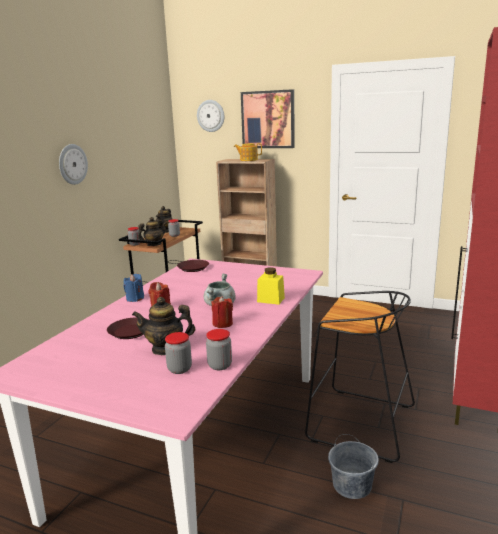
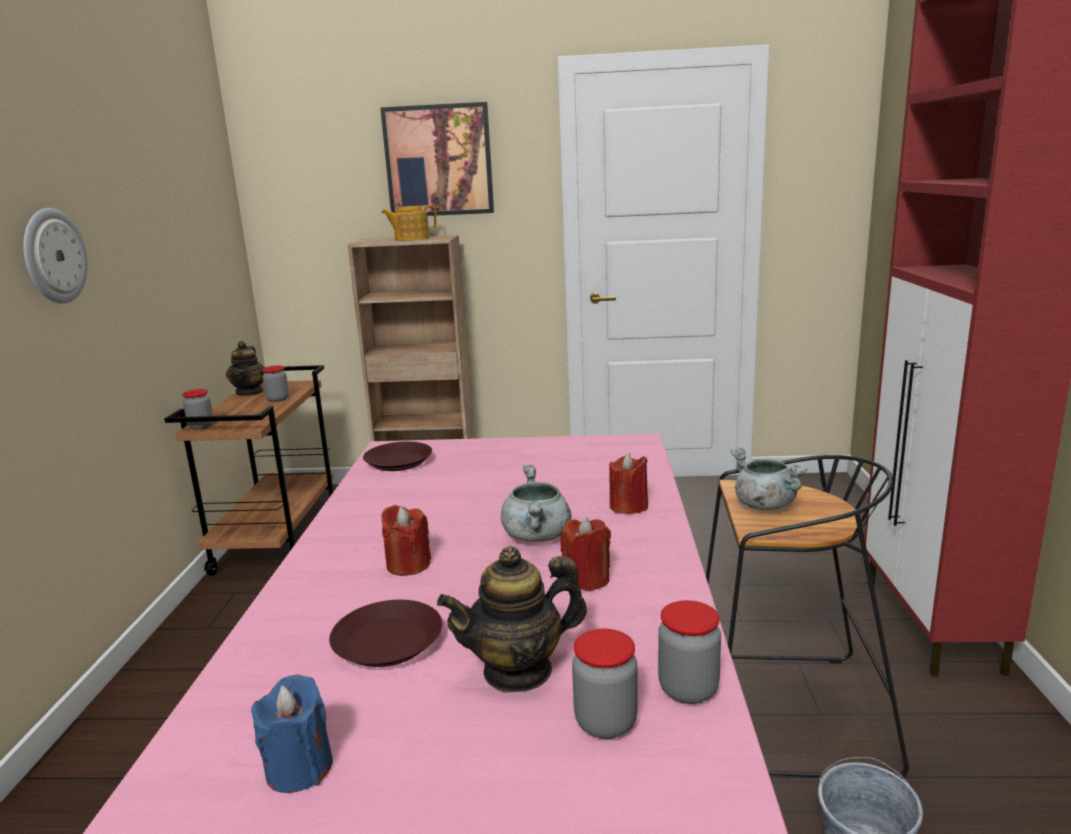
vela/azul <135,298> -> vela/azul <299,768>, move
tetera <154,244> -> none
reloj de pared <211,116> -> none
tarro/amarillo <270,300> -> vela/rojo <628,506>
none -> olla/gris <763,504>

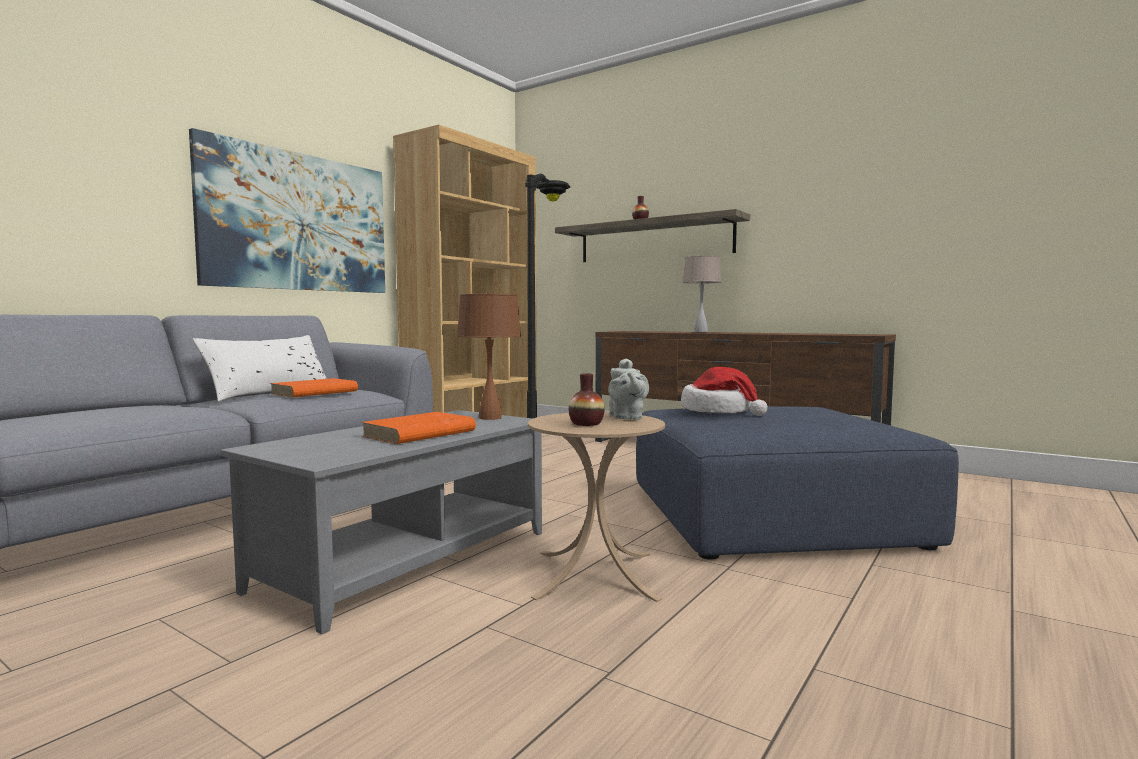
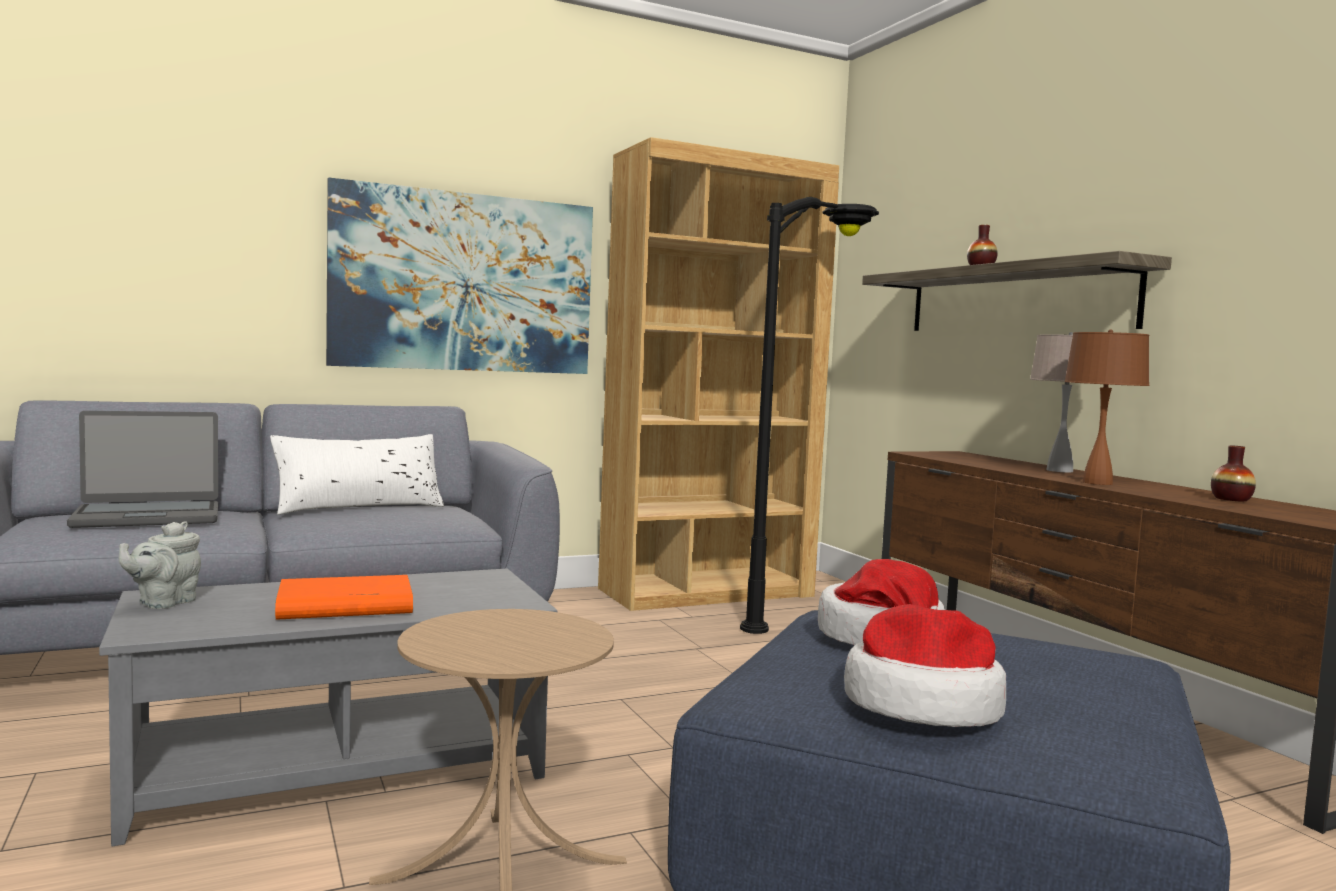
libro/naranja <314,392> -> none
lámpara de mesa/marrón <489,418> -> lámpara de mesa/marrón <1096,483>, move
florero <586,424> -> florero <1231,499>, move
tetera/gris <626,417> -> tetera/gris <163,603>, move
none -> portátil <148,517>
none -> sombrero <922,705>

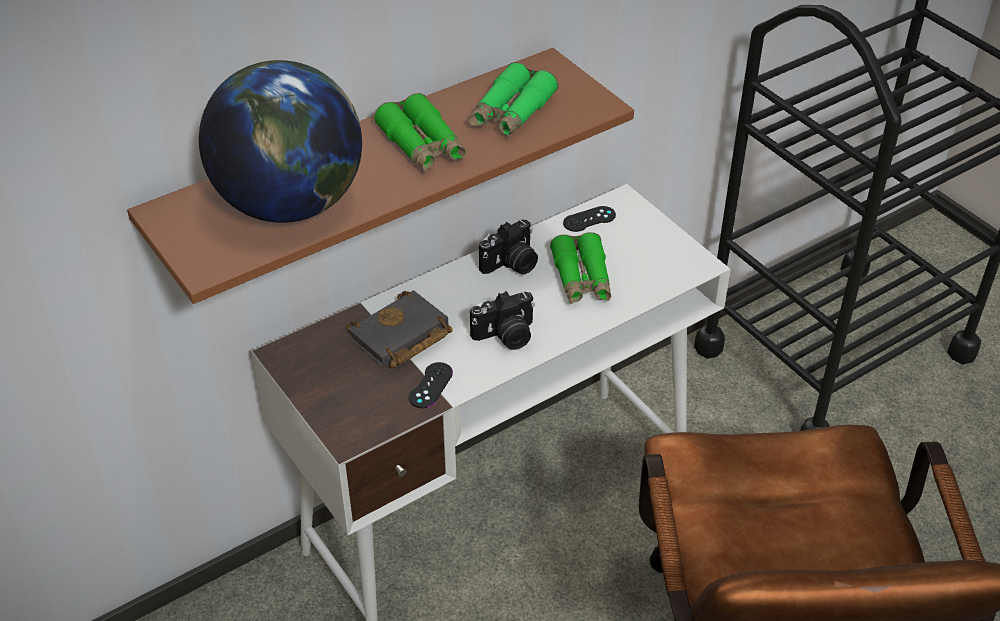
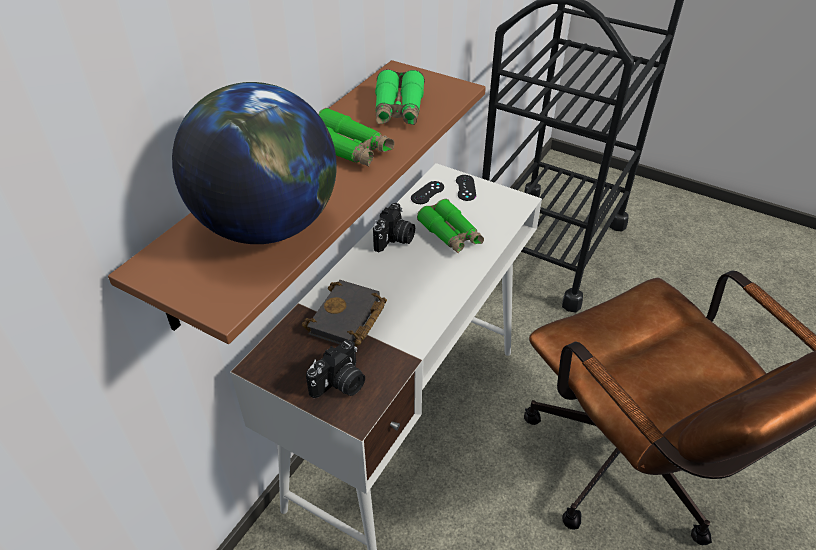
mando de consola/negro <430,385> -> mando de consola/negro <465,188>, move
cámara <506,336> -> cámara <340,384>, move

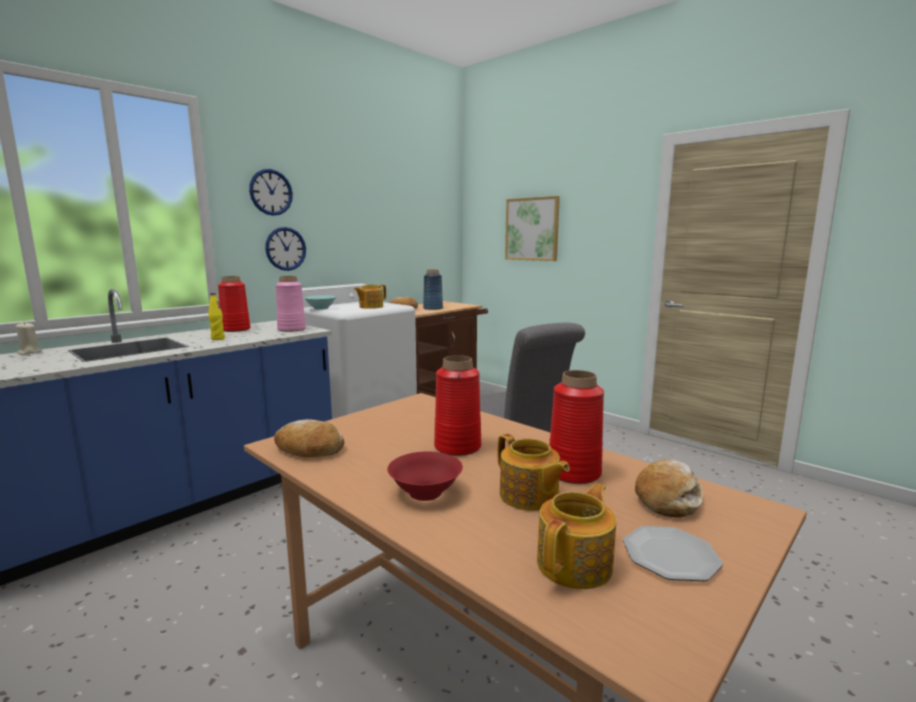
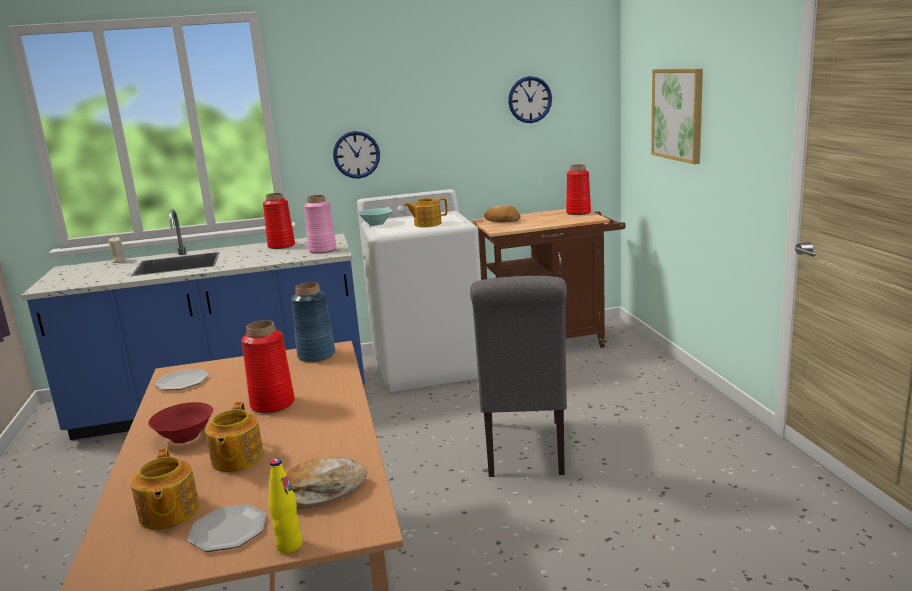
botella/amarillo <218,339> -> botella/amarillo <289,545>, move
reloj de pared <271,192> -> reloj de pared <530,99>, move
pan <309,449> -> plato <181,382>
florero/azul <433,308> -> florero/azul <316,355>, move
tetera <576,564> -> tetera <168,513>, 90 degrees clockwise
florero/rojo <574,473> -> florero/rojo <578,213>, move

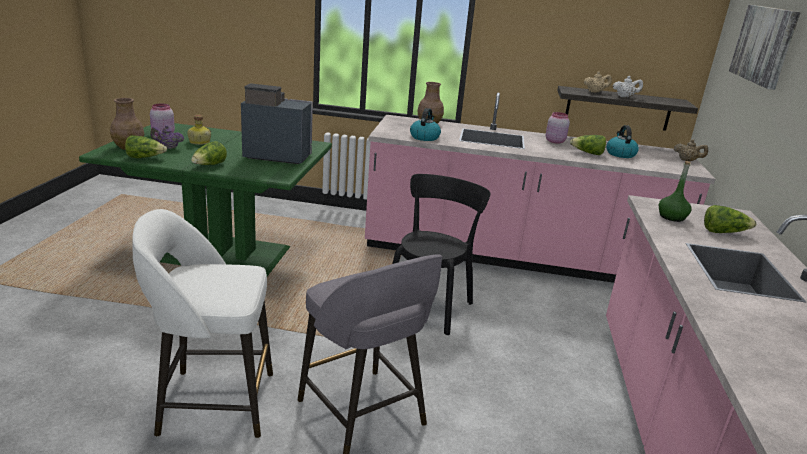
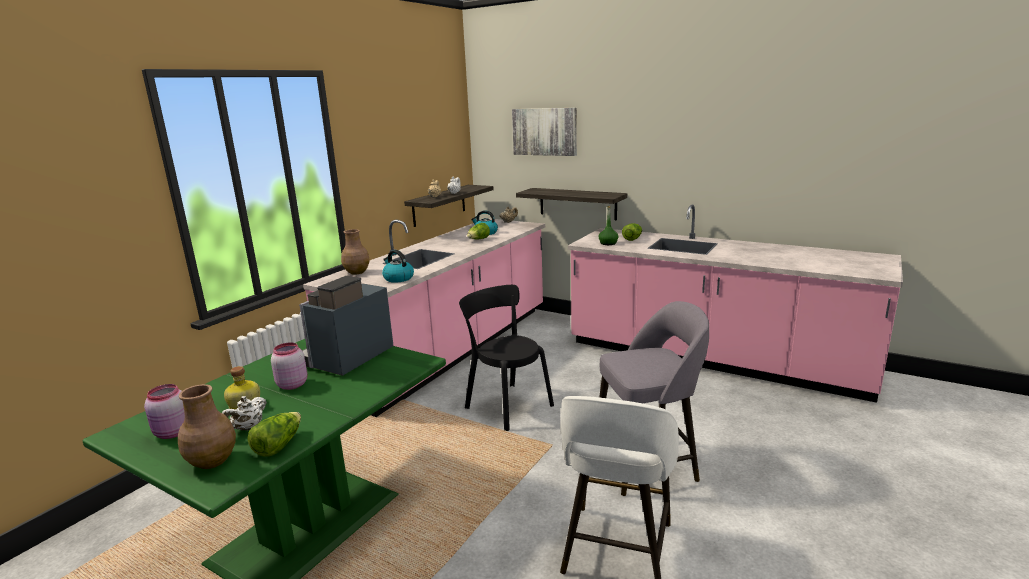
tetera/morado <167,148> -> tetera/blanco <248,428>
lechuga <209,165> -> none
tarro/rosa <554,141> -> tarro/rosa <291,384>, move
none -> estante <577,203>

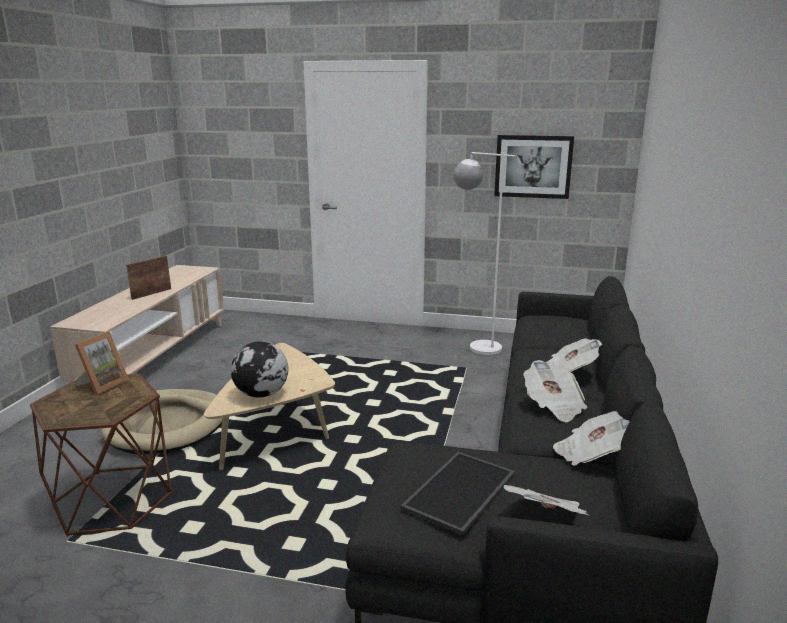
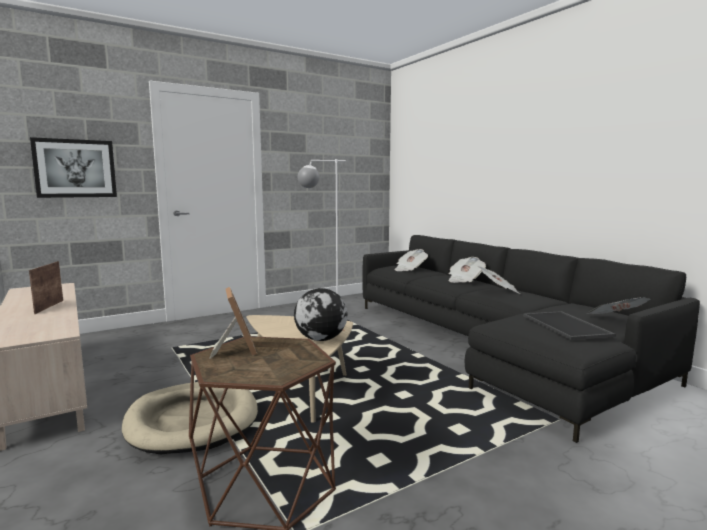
cuadro <533,166> -> cuadro <75,168>, move
periódico <591,454> -> periódico <410,269>, move

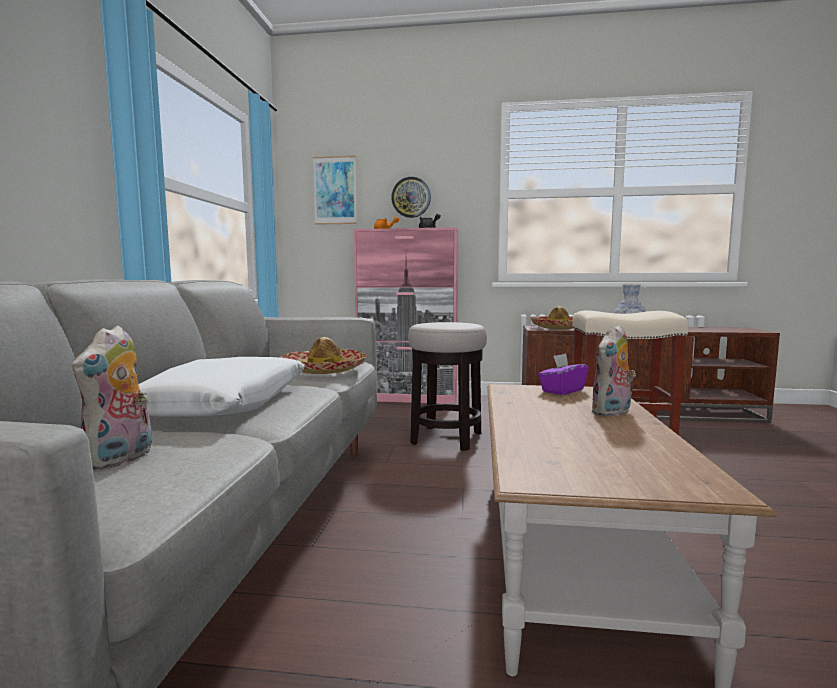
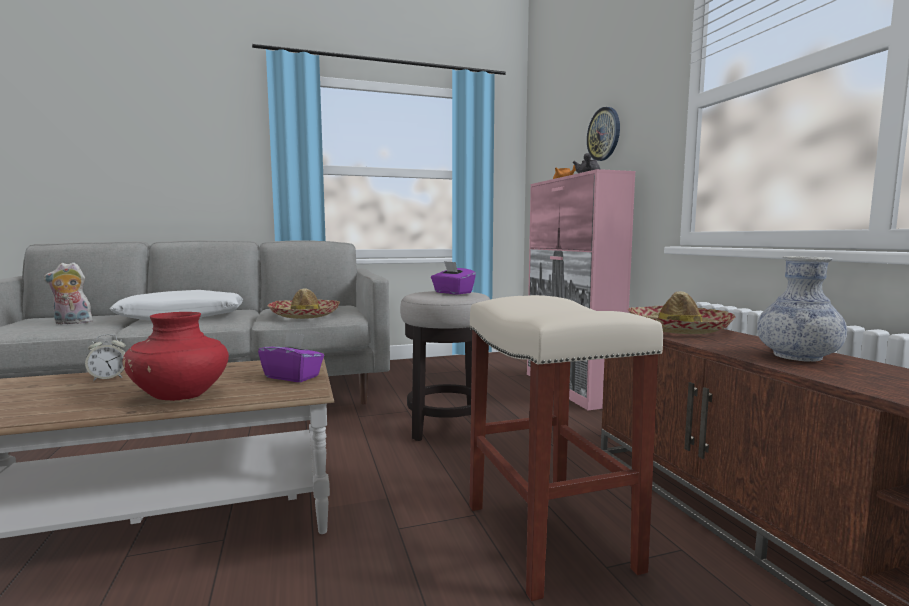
cuadro <335,190> -> none
peluche <612,413> -> florero/rojo <181,396>
none -> despertador <109,378>
none -> caja de pañuelos/morado <452,293>

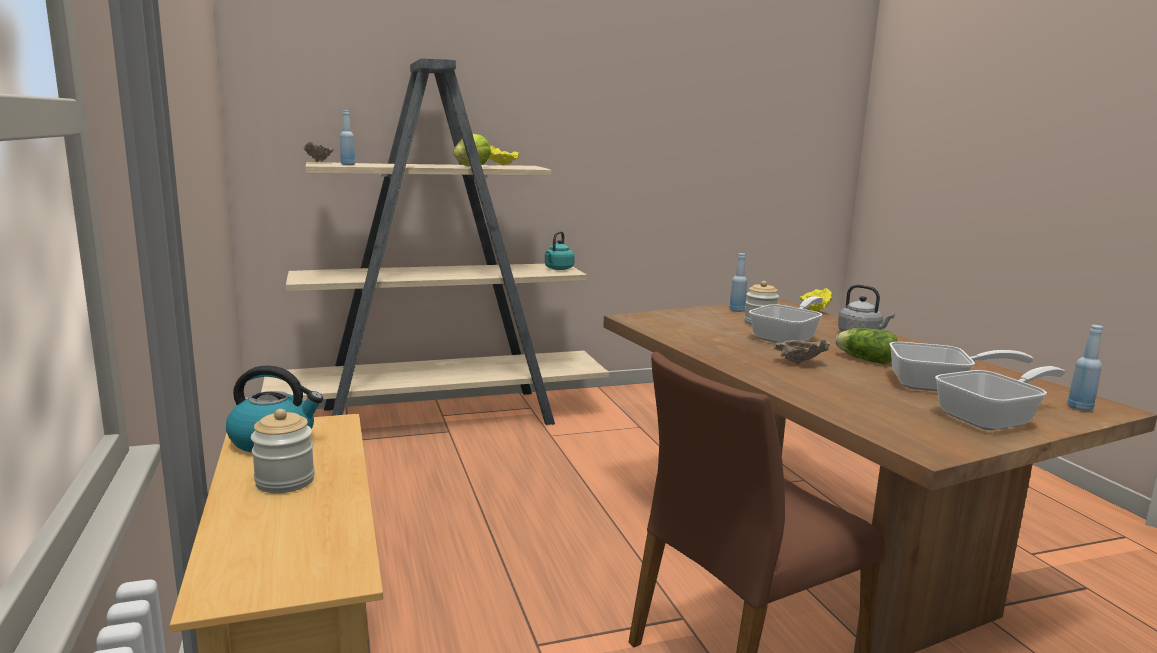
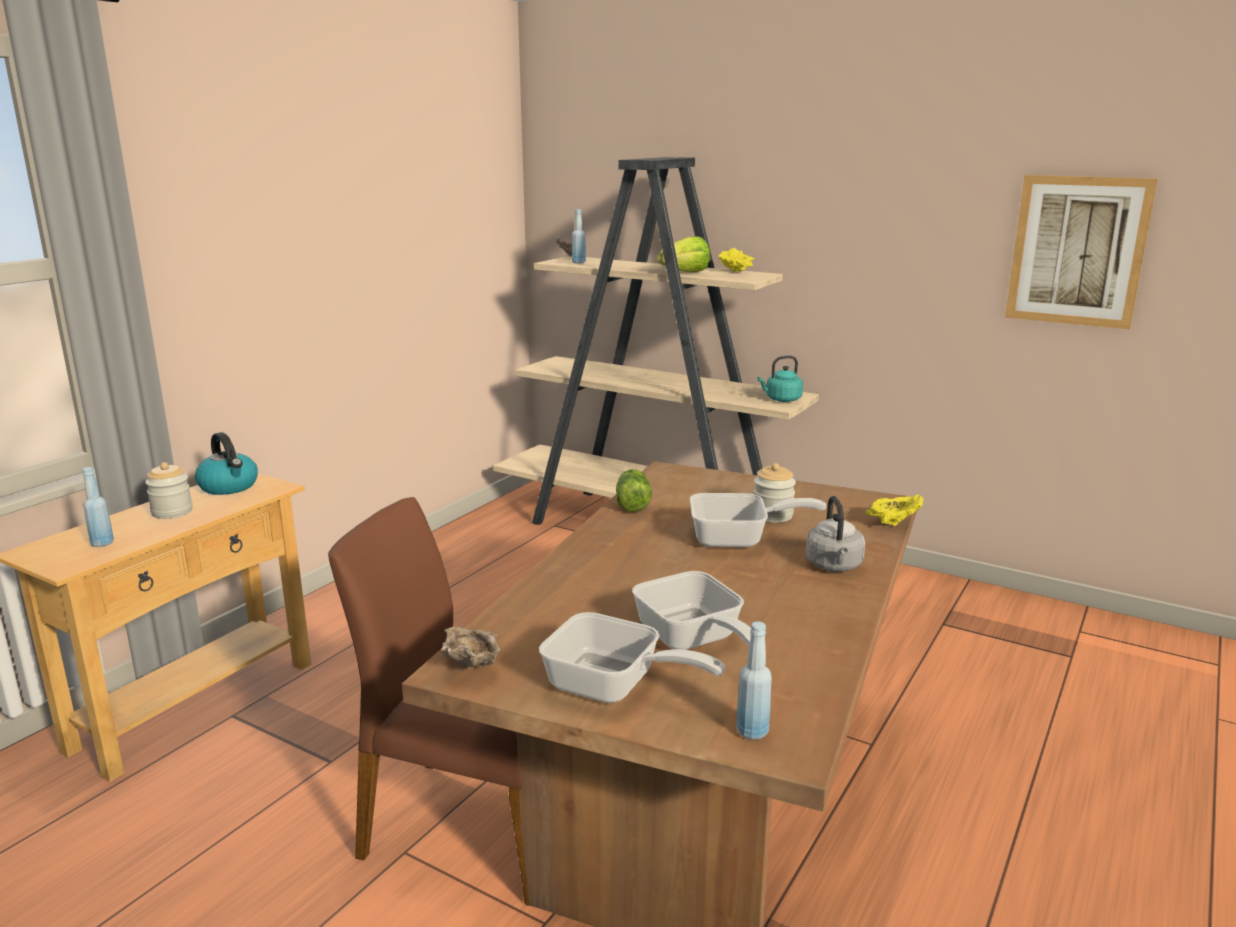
botella/azul <737,310> -> botella/azul <102,543>, move
cuenco/beis <799,363> -> cuenco/beis <471,667>, move
lechuga <863,359> -> lechuga <633,503>, move
none -> cuadro <1077,251>

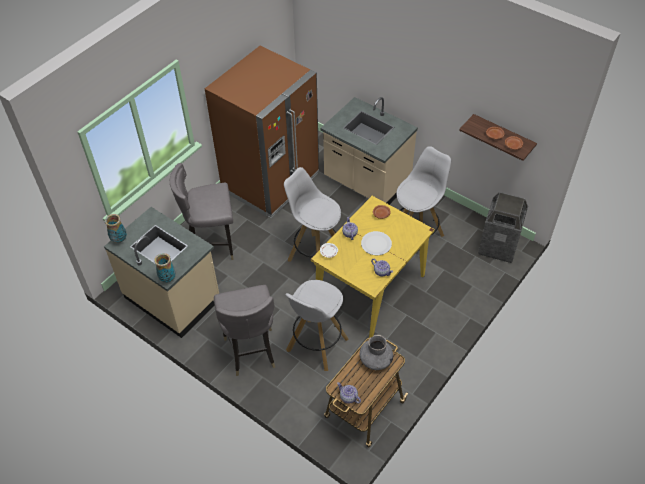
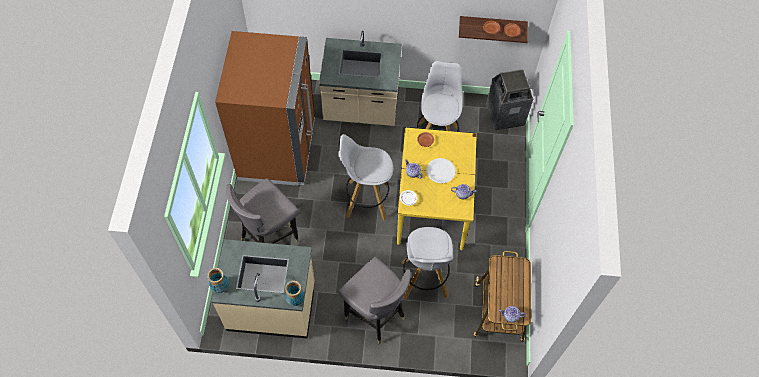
florero/gris <375,360> -> none

